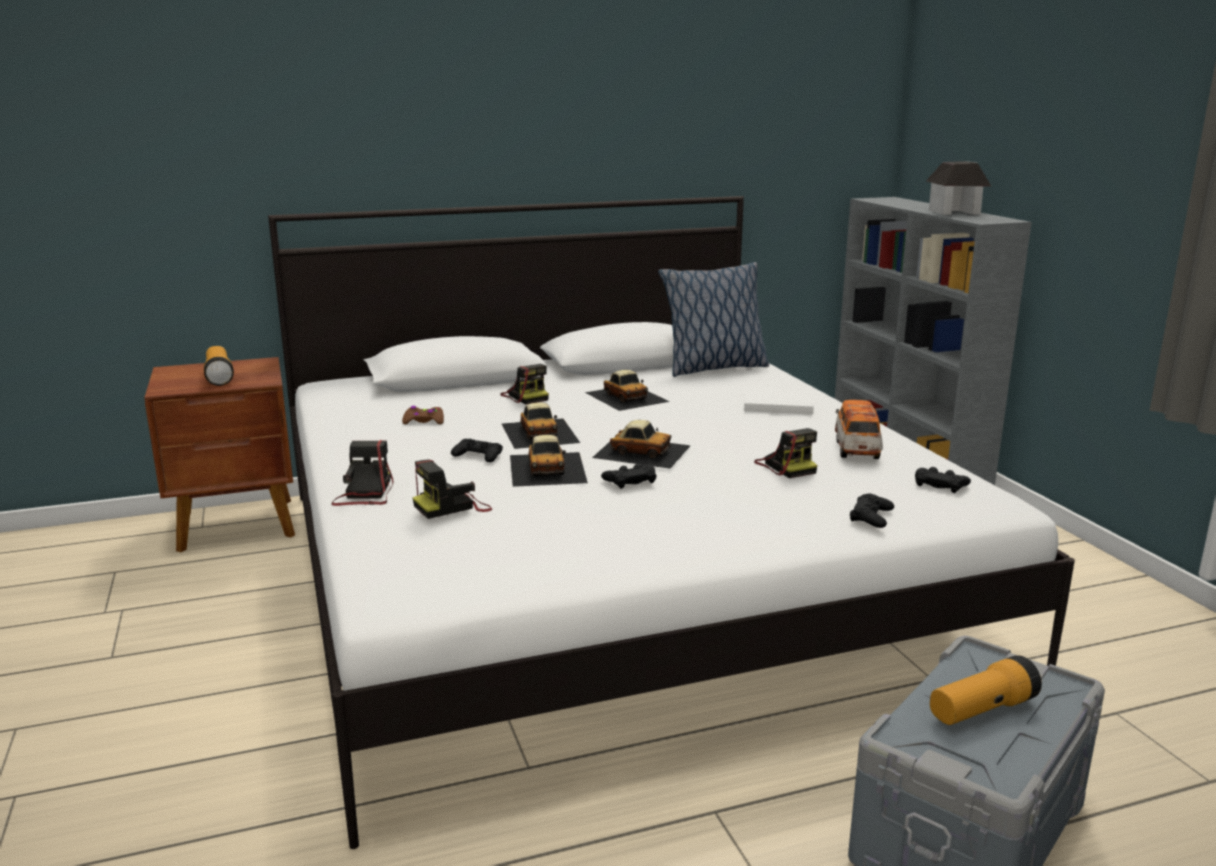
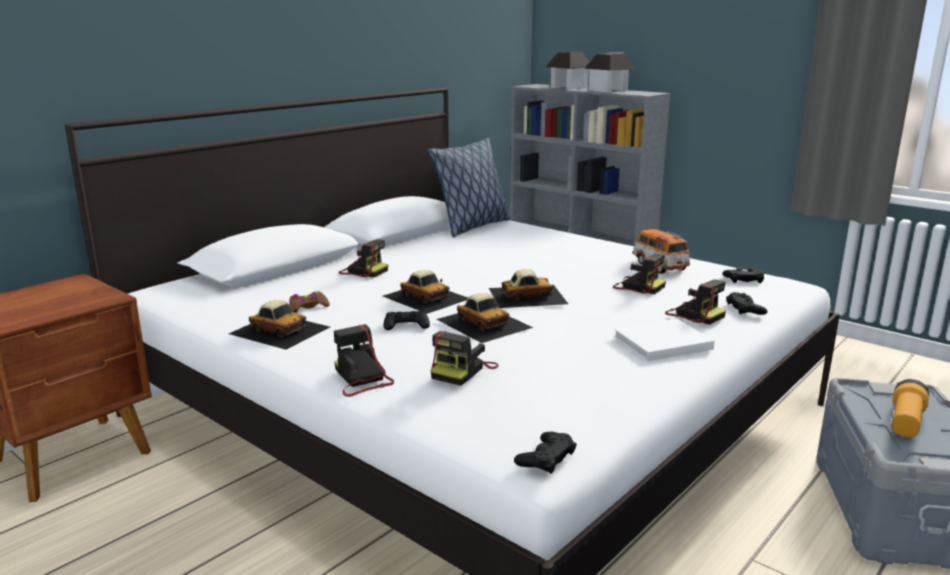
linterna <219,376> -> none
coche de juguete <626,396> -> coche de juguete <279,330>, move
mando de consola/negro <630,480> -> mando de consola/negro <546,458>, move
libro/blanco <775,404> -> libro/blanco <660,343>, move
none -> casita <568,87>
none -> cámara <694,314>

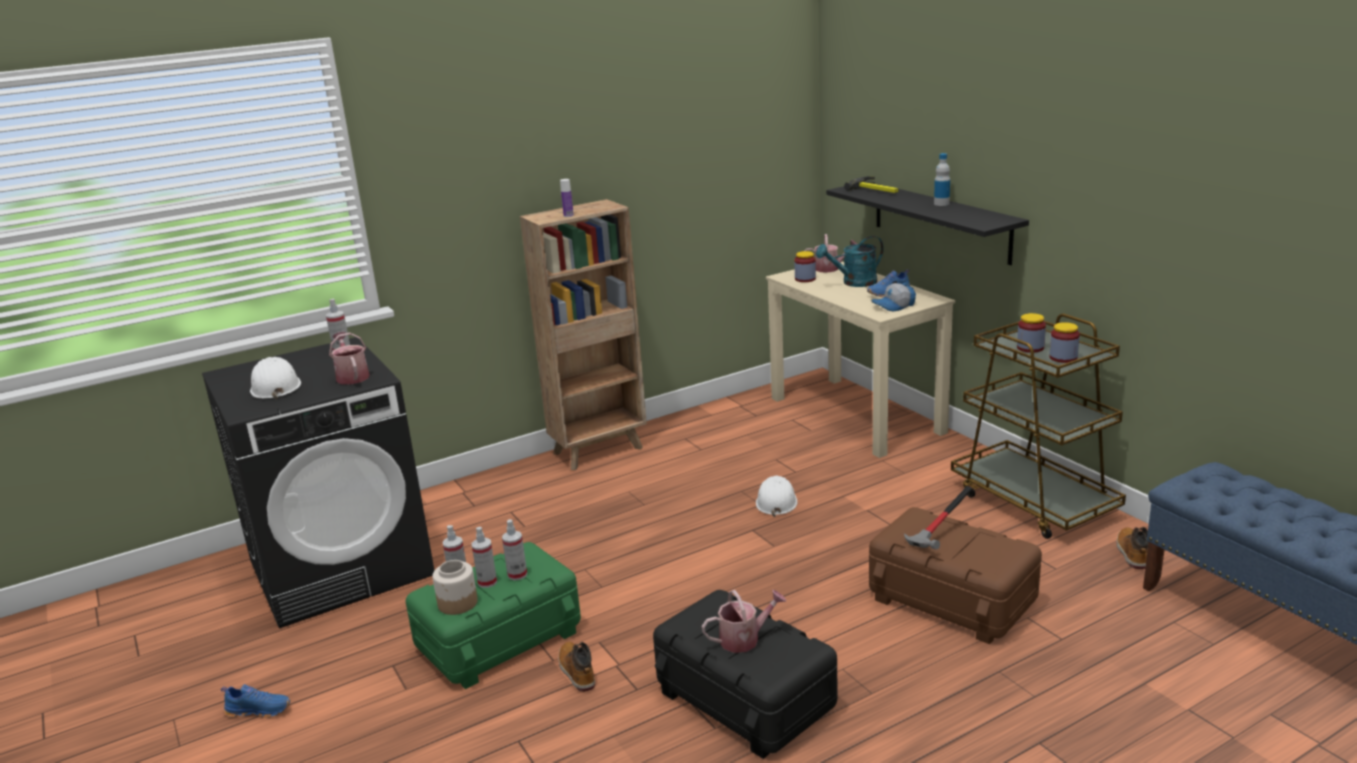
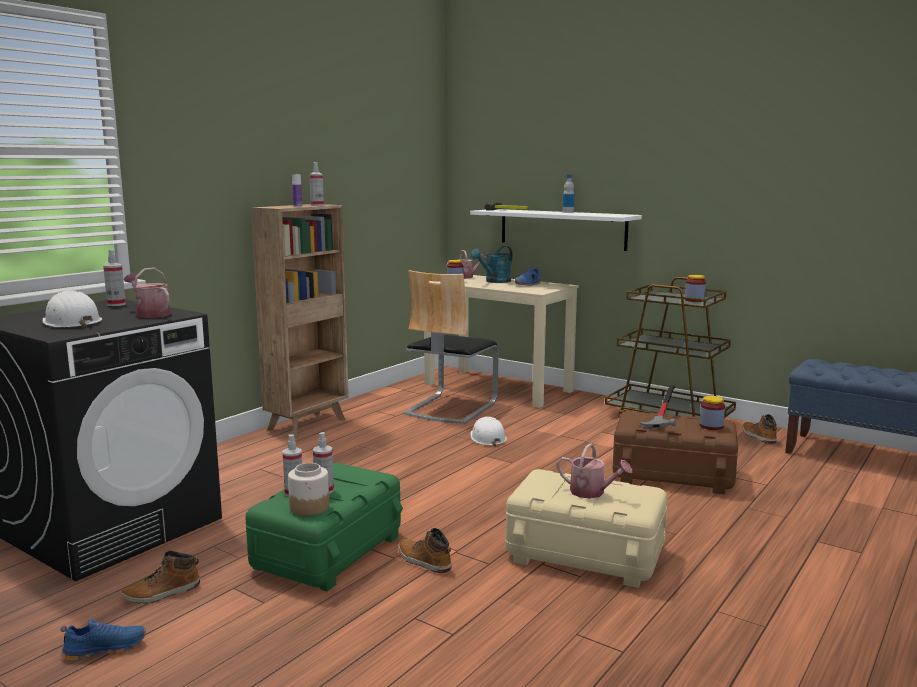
pulverizador <517,575> -> pulverizador <317,205>, move
caja de almacenaje/negro <746,698> -> caja de almacenaje/beis <585,553>
regadera <744,639> -> regadera <592,492>, 75 degrees clockwise
estante/negro <940,221> -> estante/blanco <562,229>
gorra <894,306> -> none
tarro <1030,348> -> tarro <711,426>, move
none -> bota <162,593>
none -> silla <450,408>

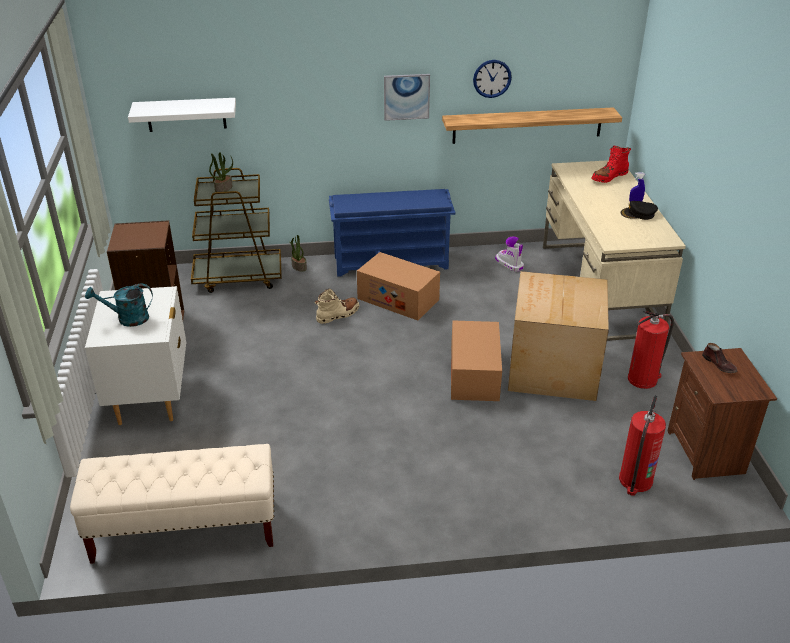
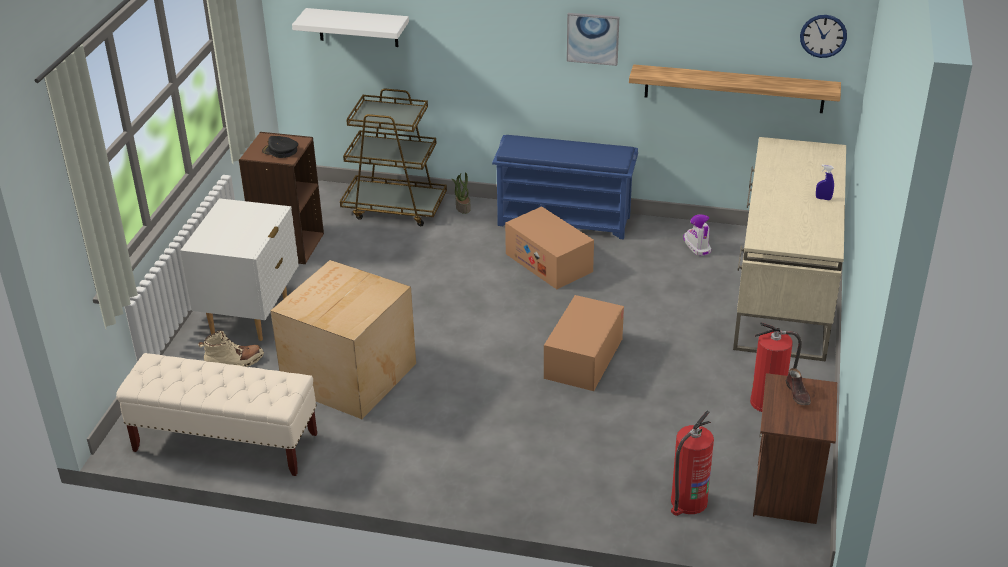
regadera/turquesa <127,319> -> none
planta en maceta <223,188> -> none
bota/beis <338,314> -> bota/beis <234,362>, move
reloj de pared <492,78> -> reloj de pared <823,36>, move
caja de cartón <551,369> -> caja de cartón <347,376>, move
bota/rojo <609,177> -> none
gorra/negro <638,214> -> gorra/negro <280,151>, move

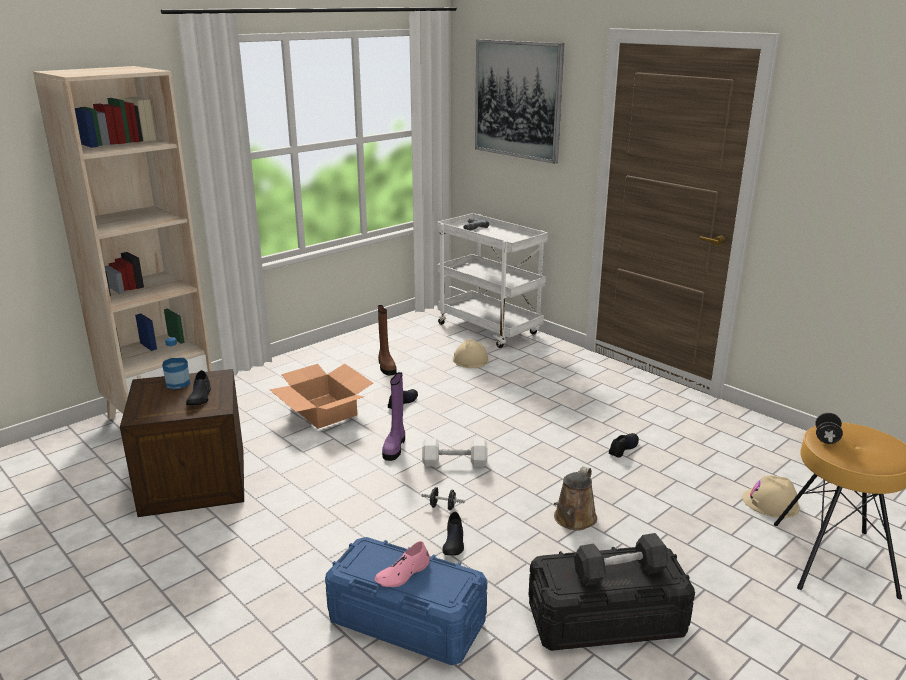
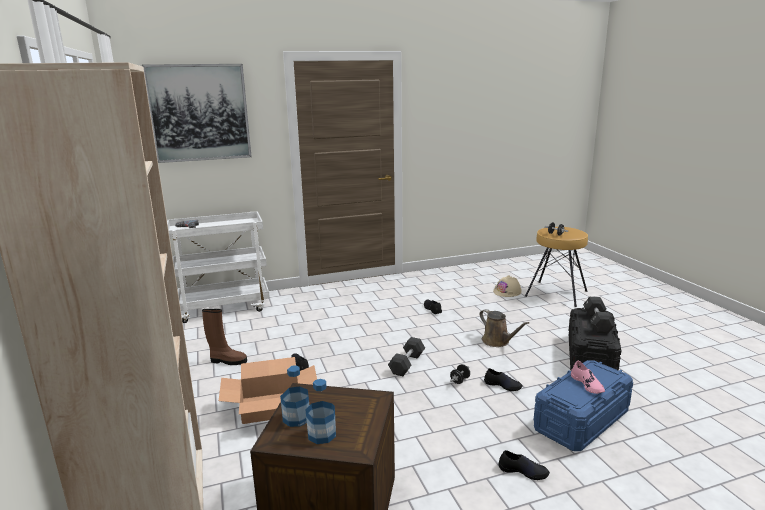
zapato/negro <200,397> -> zapato/negro <523,471>, move
bota/morado <395,447> -> none
mancuerna/blanco <454,462> -> mancuerna/negro <407,364>
casco/beis <470,360> -> none
none -> botella <321,434>

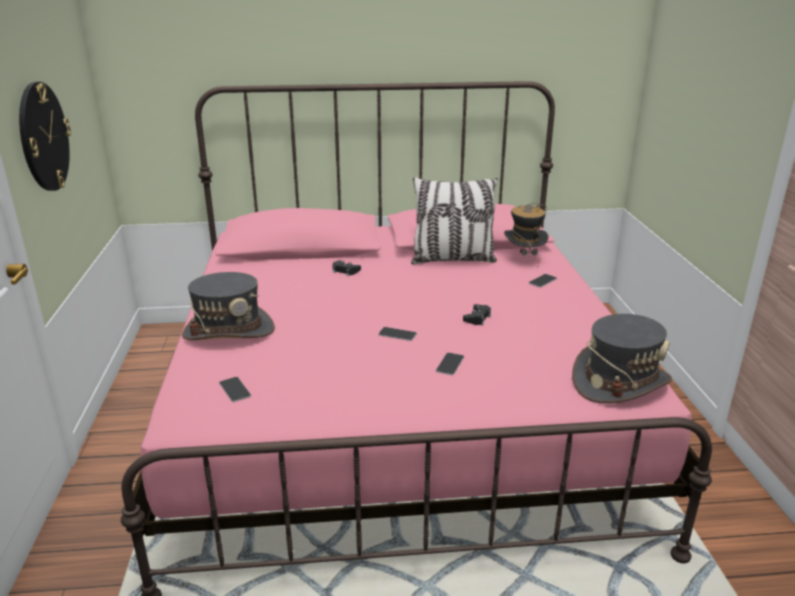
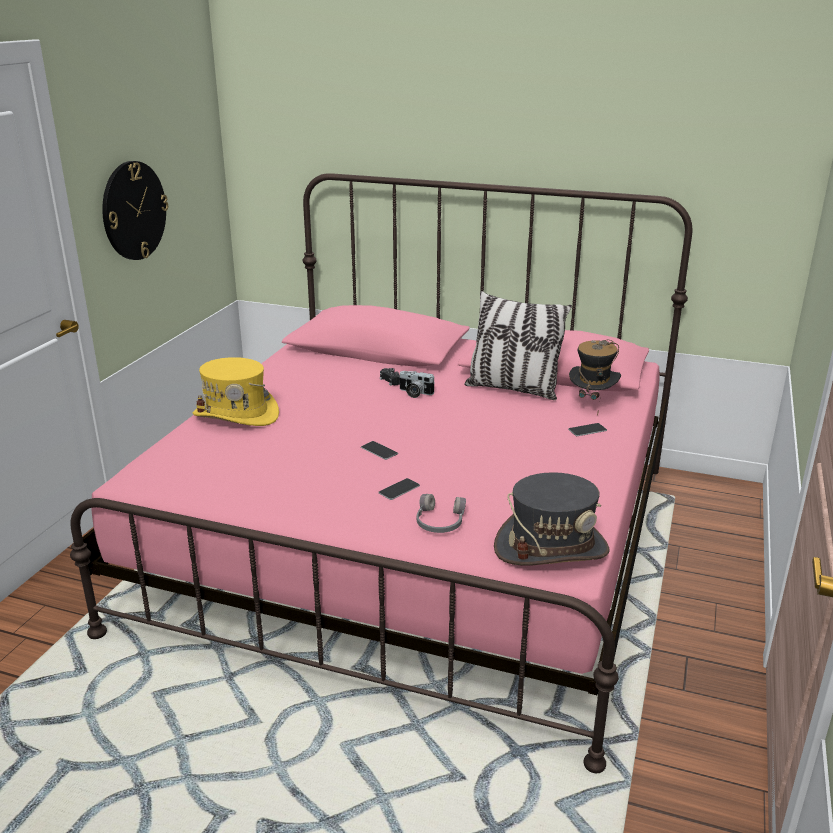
sombrero/gris <229,331> -> sombrero/amarillo <236,415>
móvil <235,389> -> none
mando de consola/negro <477,318> -> none
none -> cámara <414,393>
none -> auriculares/gris <439,522>

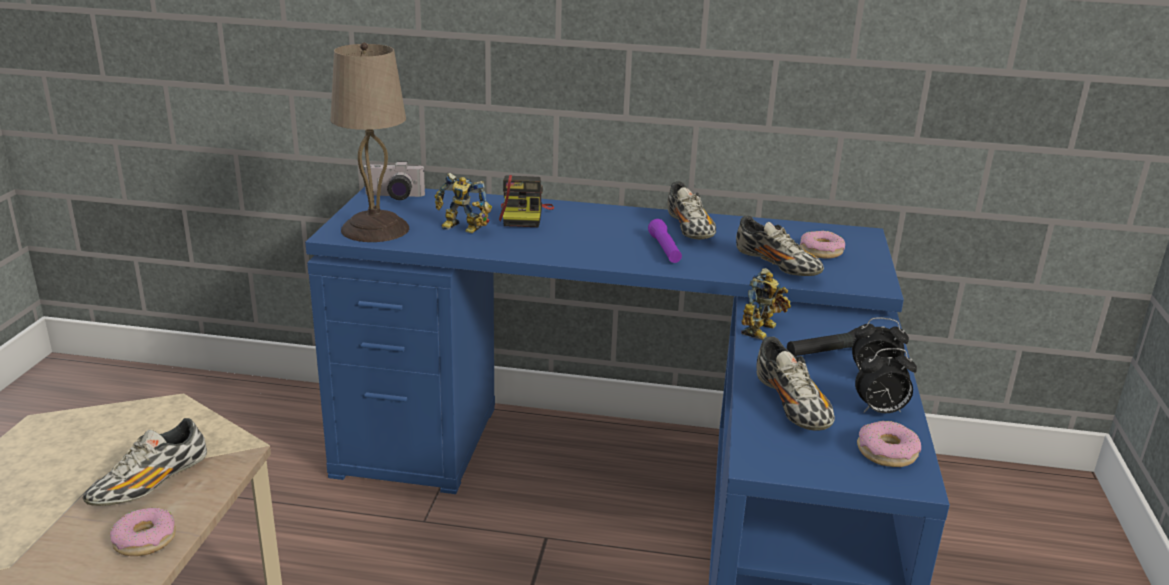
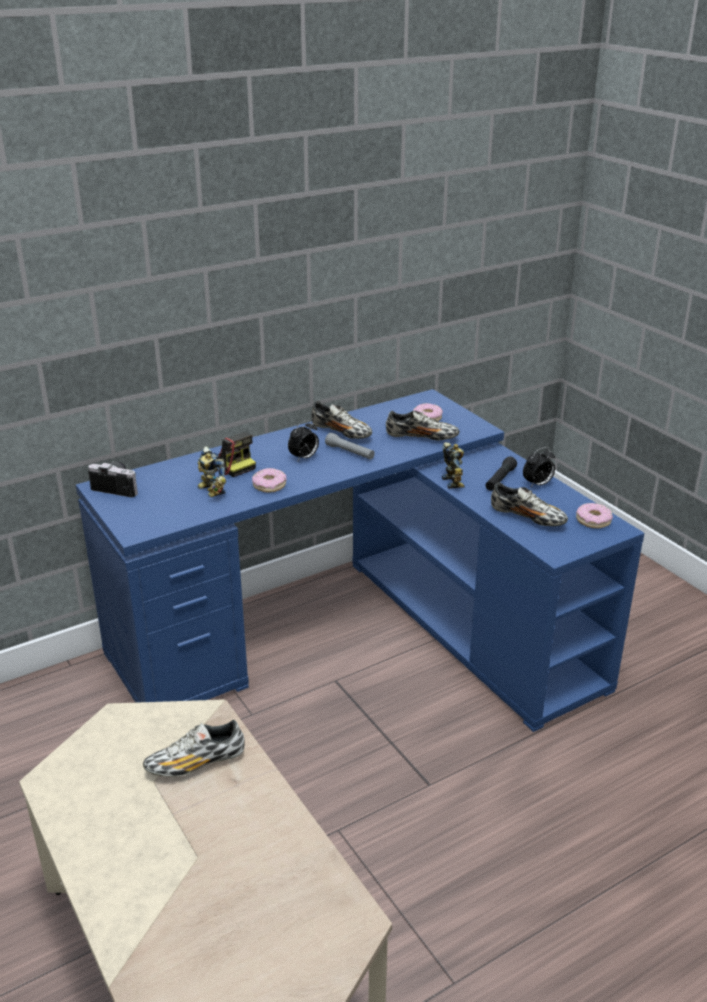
zapato <150,485> -> zapato <196,763>, 75 degrees clockwise
rosquilla <145,540> -> rosquilla <269,485>, move
lámpara de mesa/beis <374,229> -> none
cámara <394,197> -> cámara <118,487>, 120 degrees counterclockwise
robot de juguete <461,229> -> robot de juguete <210,491>, 75 degrees clockwise
linterna/morado <665,250> -> linterna/gris <350,452>
despertador <880,411> -> despertador <304,458>, move

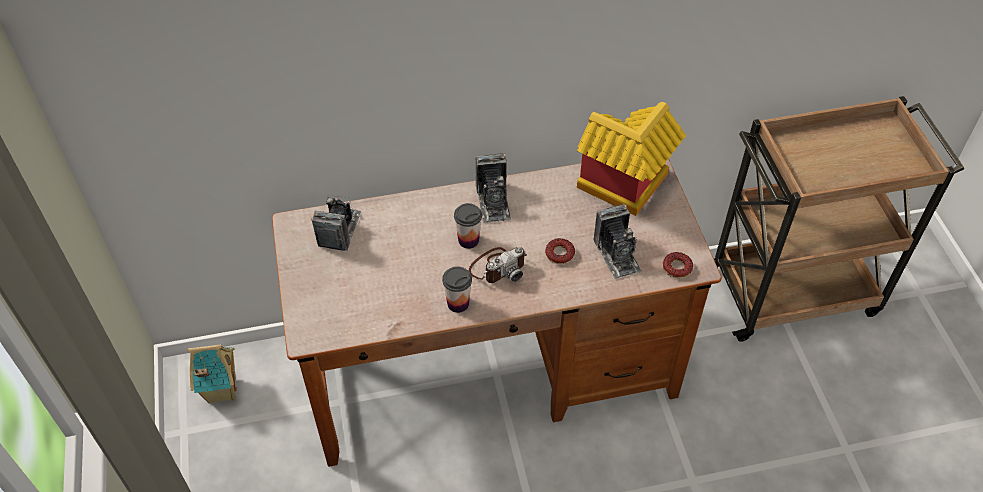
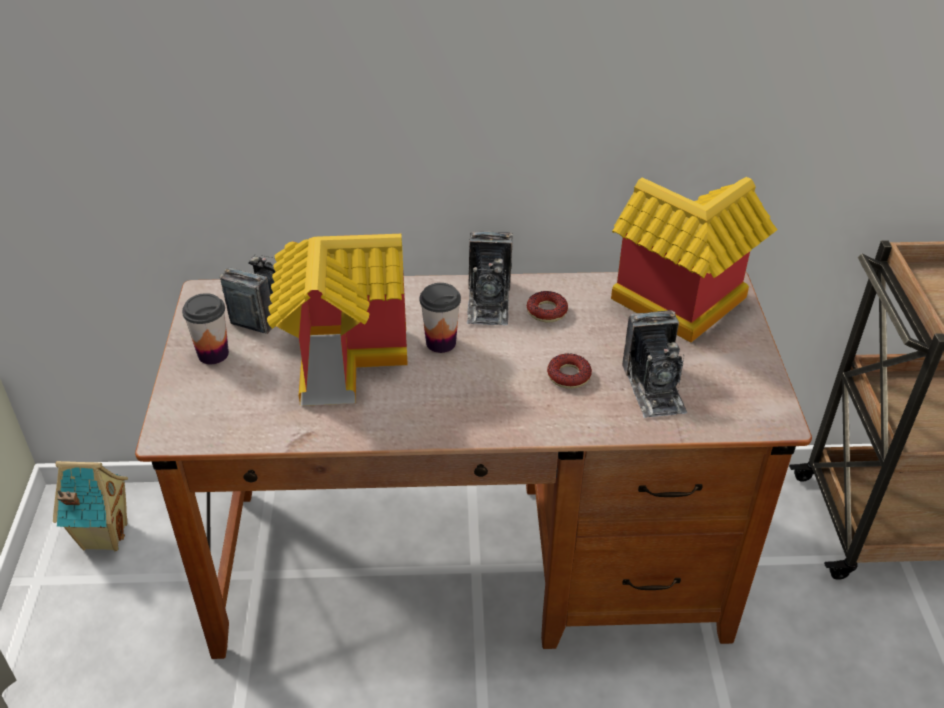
taza <458,303> -> taza <213,354>, move
cámara <498,267> -> none
rosquilla <677,268> -> rosquilla <546,311>, move
none -> casita <346,357>

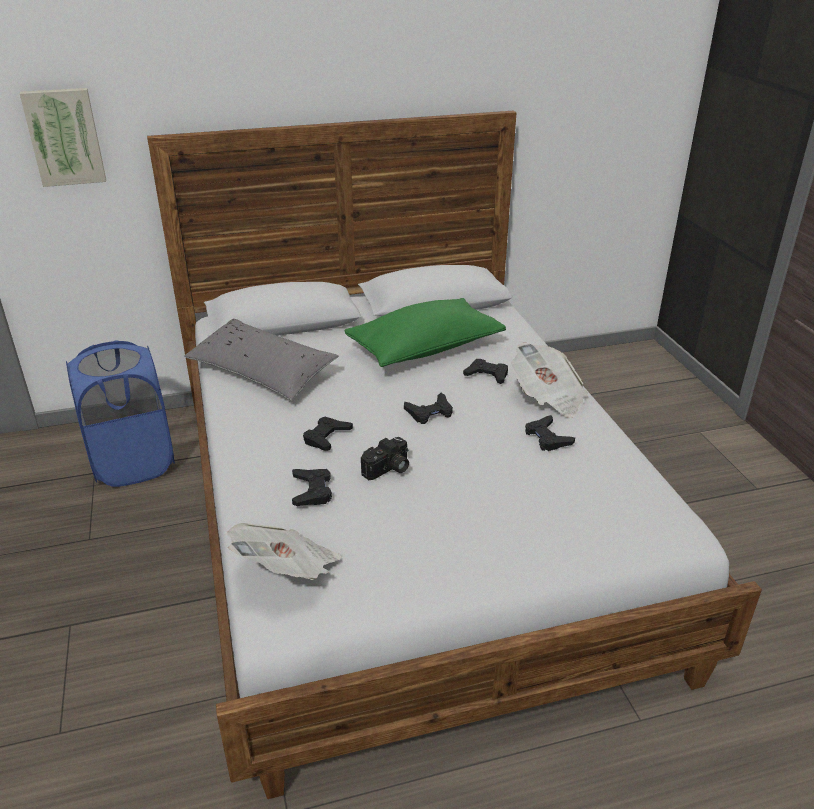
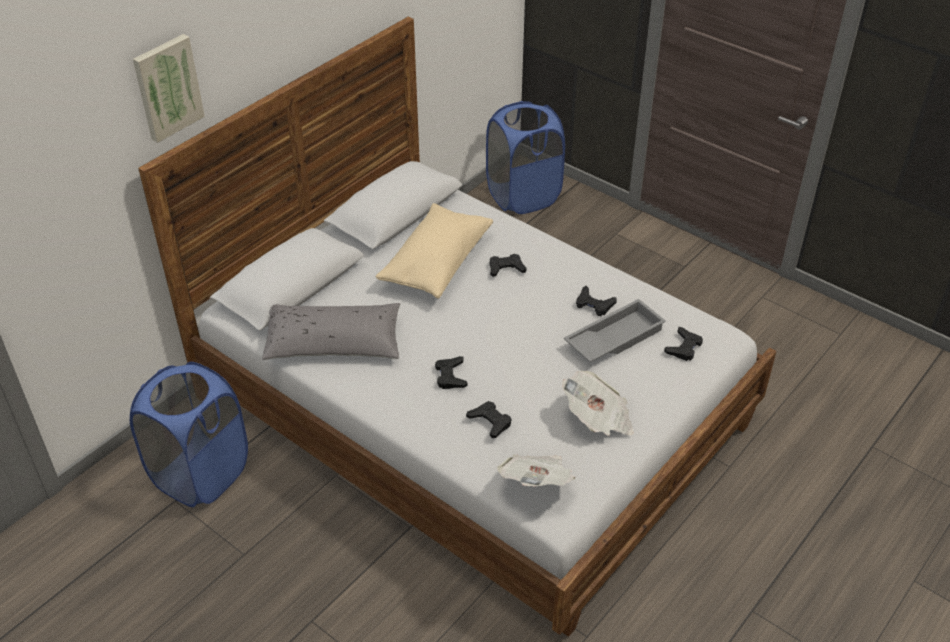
cuadro <65,137> -> cuadro <167,87>, move
cojín/verde <425,349> -> cojín/beis <436,263>
cámara <388,470> -> none
mando de consola/negro <429,412> -> mando de consola/negro <684,347>, move
periódico <548,397> -> periódico <598,419>, move
none -> cesto de la ropa/azul <523,196>
none -> bandeja/gris <613,337>

